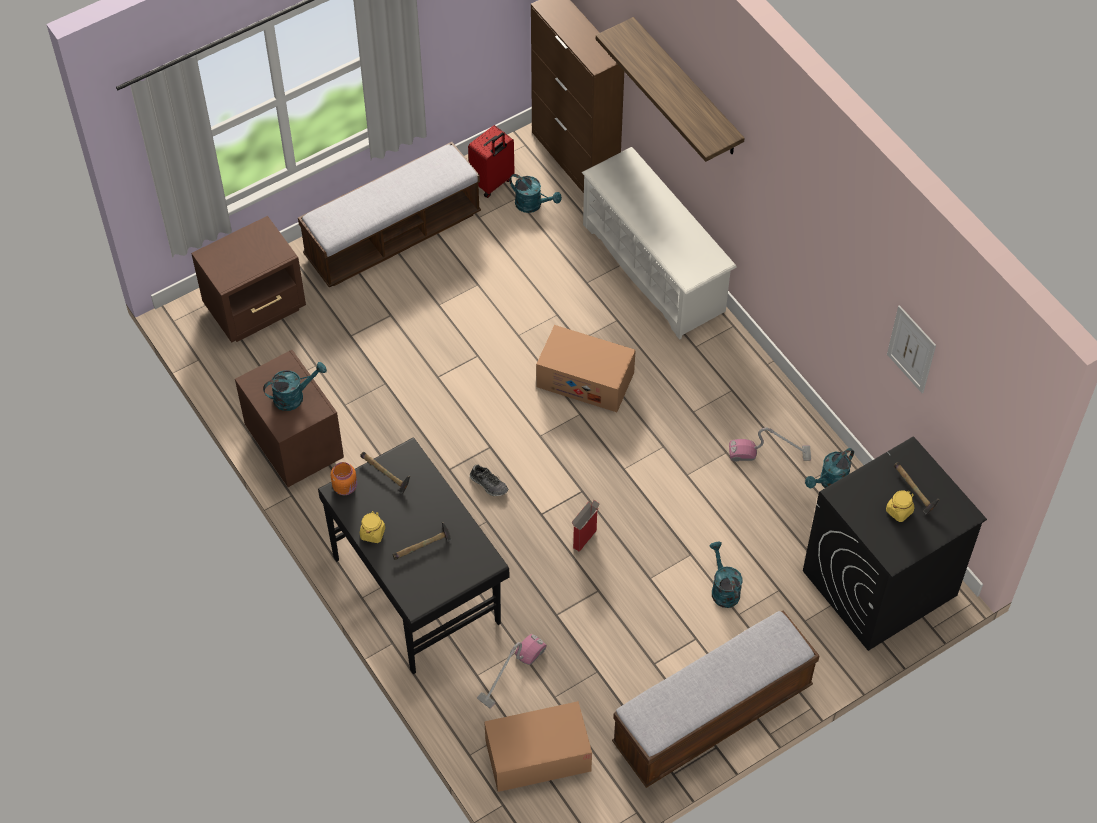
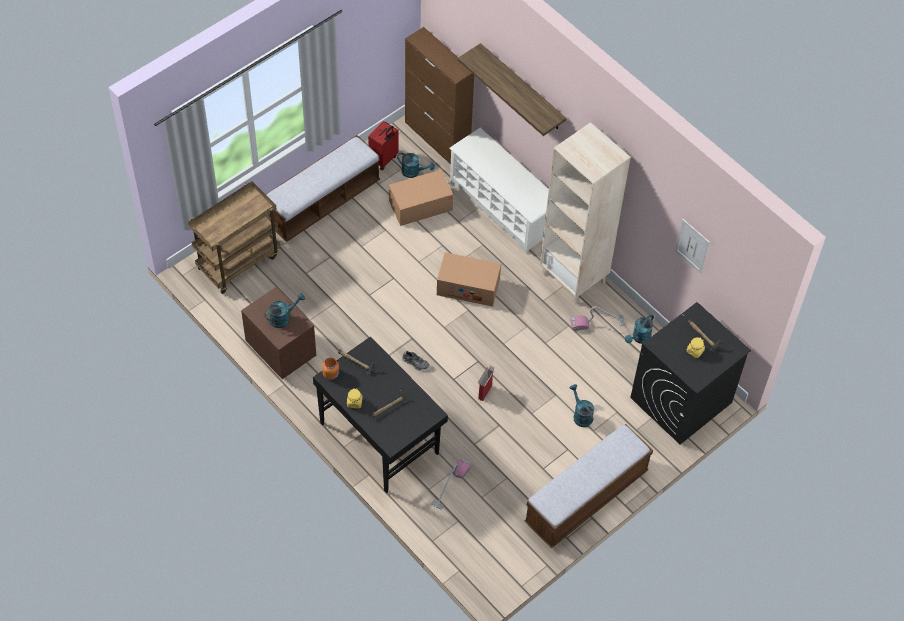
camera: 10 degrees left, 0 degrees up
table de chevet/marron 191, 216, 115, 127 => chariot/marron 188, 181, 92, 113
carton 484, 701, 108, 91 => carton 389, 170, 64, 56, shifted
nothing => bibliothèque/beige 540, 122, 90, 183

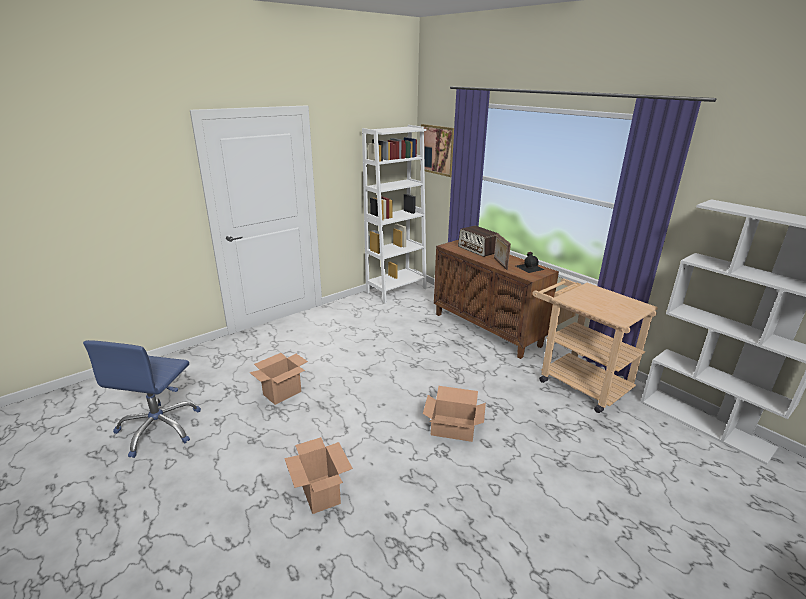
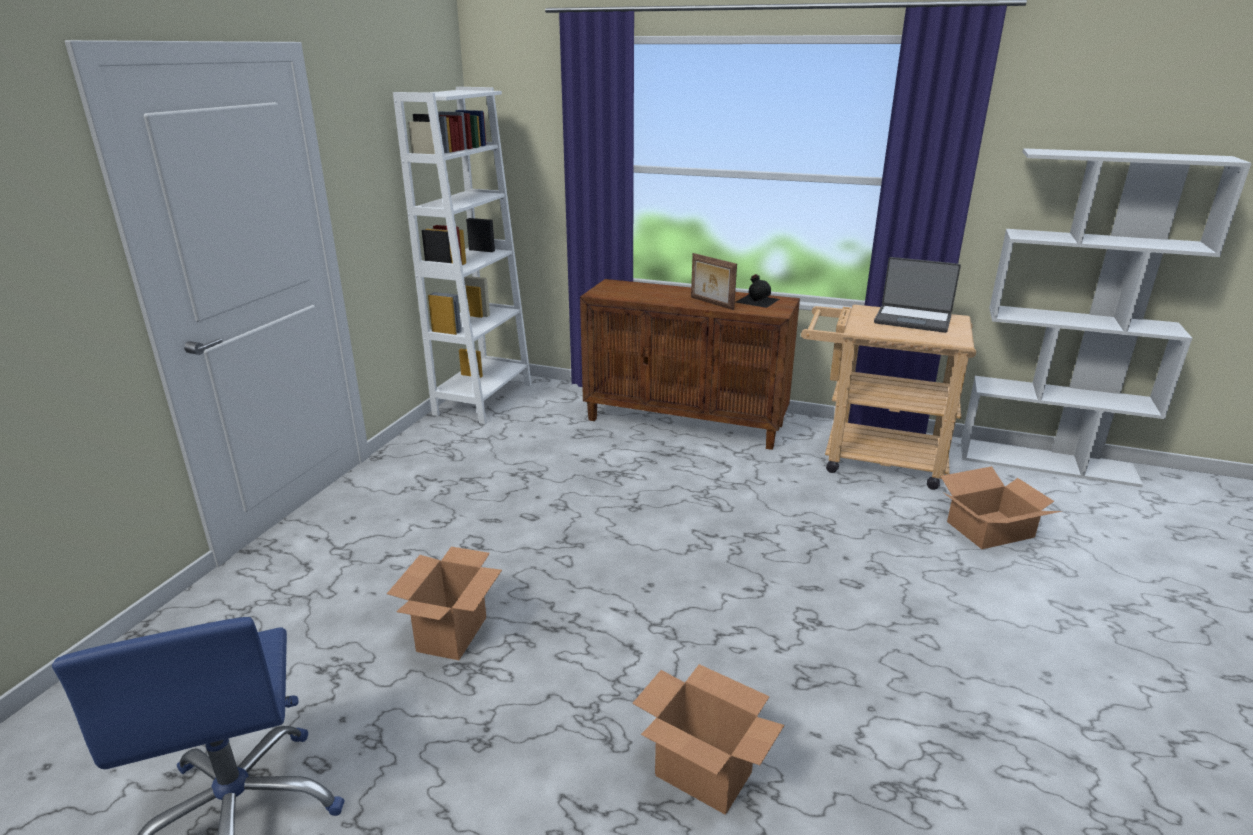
camera: 30 degrees left, 0 degrees up
nothing => ordinateur portable 874, 257, 87, 76
carton 423, 386, 63, 56 => carton 941, 466, 121, 83, shifted
tableau 421, 124, 33, 53 => nothing
radio 458, 225, 38, 32 => nothing

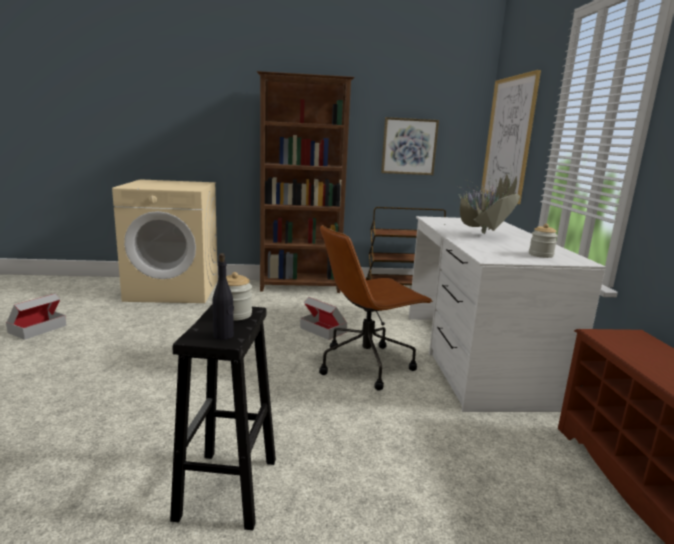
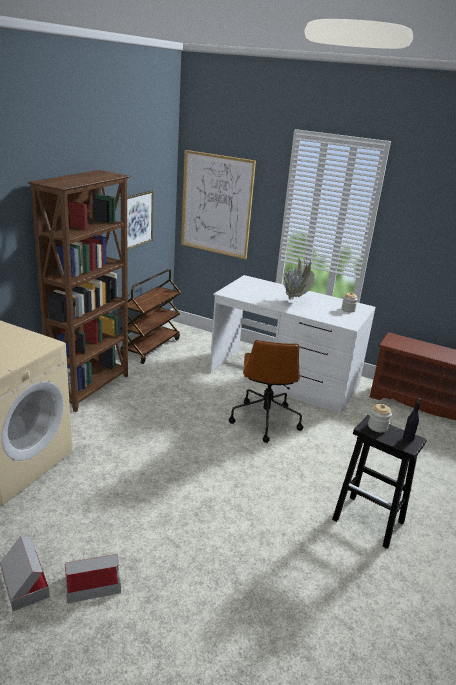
camera: 60 degrees left, 10 degrees up
carton 300, 297, 47, 43 => carton 65, 554, 56, 50, shifted

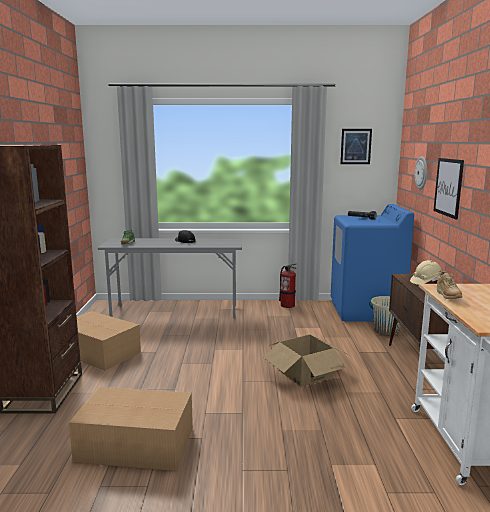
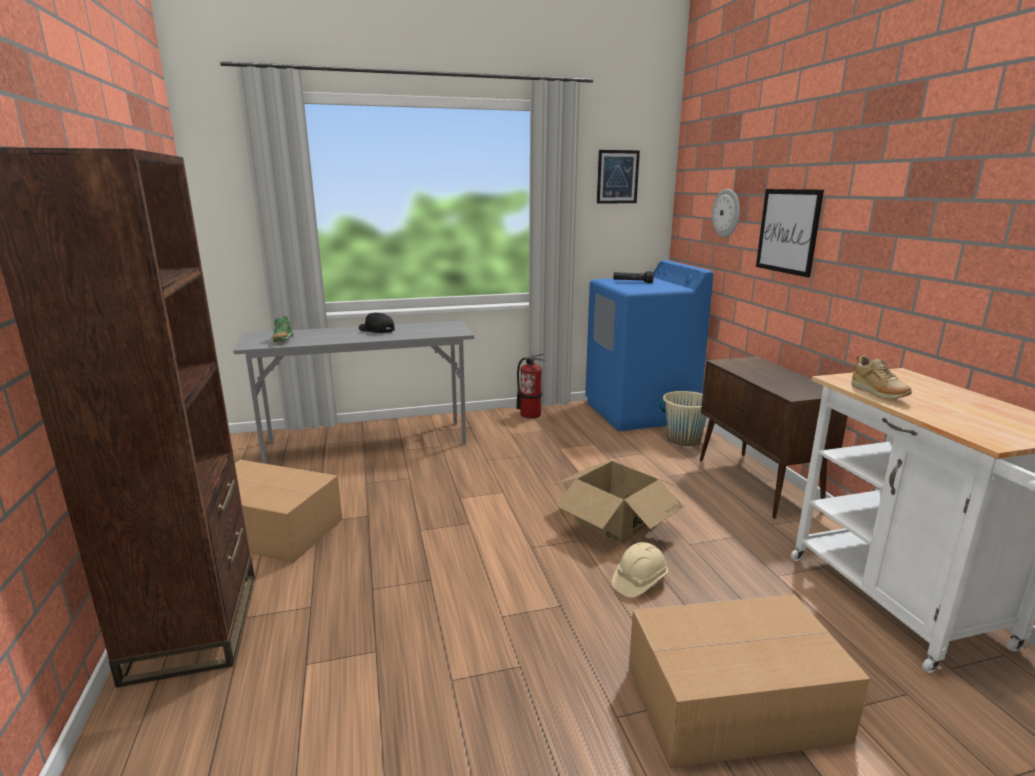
camera: 15 degrees left, 5 degrees up
casque de chantier/beige 410, 260, 32, 25 => casque de chantier/beige 612, 542, 56, 56, shifted
carton 69, 387, 124, 84 => carton 629, 594, 241, 174, shifted

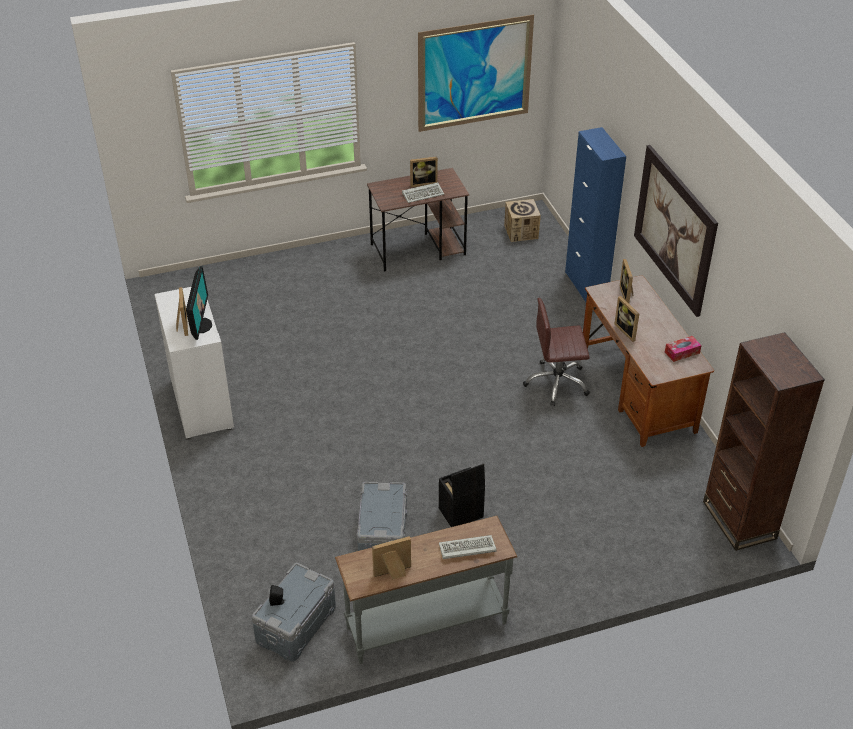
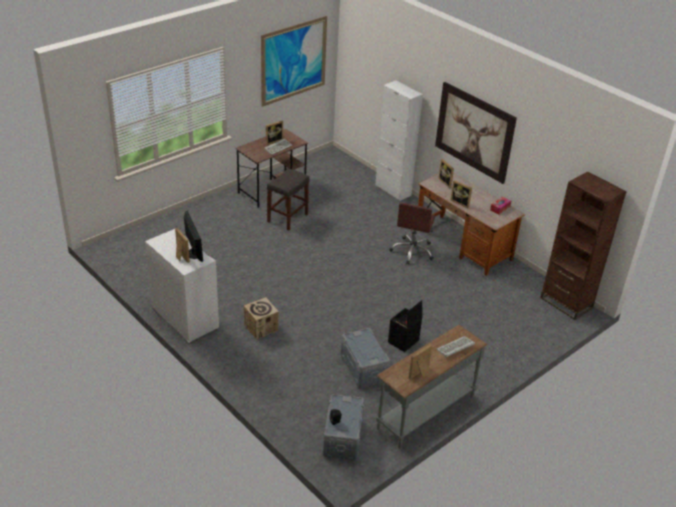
camera: 25 degrees left, 5 degrees down
carton 504, 199, 37, 43 => carton 244, 297, 35, 43, shifted
nothing => tabouret/gris 267, 168, 42, 63
meuble de rangement/bleu 565, 127, 61, 175 => meuble de rangement/blanc 375, 80, 48, 121
chaise de bureau/marron 523, 298, 67, 108 => chaise de bureau/marron 389, 203, 46, 61, 45 degrees counterclockwise

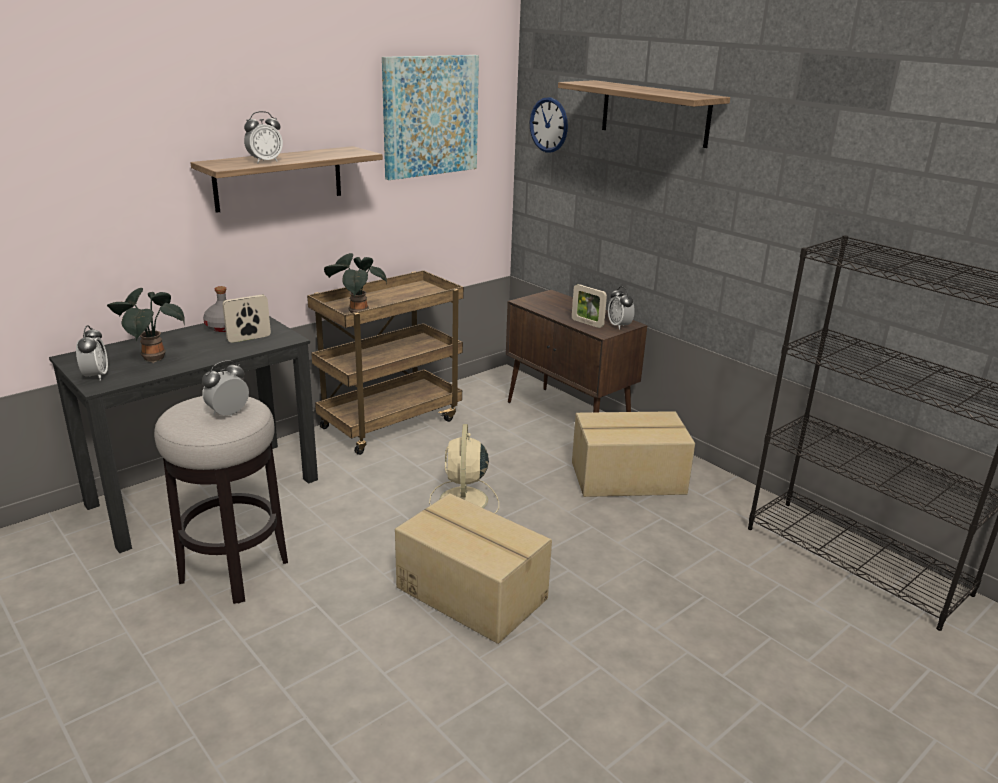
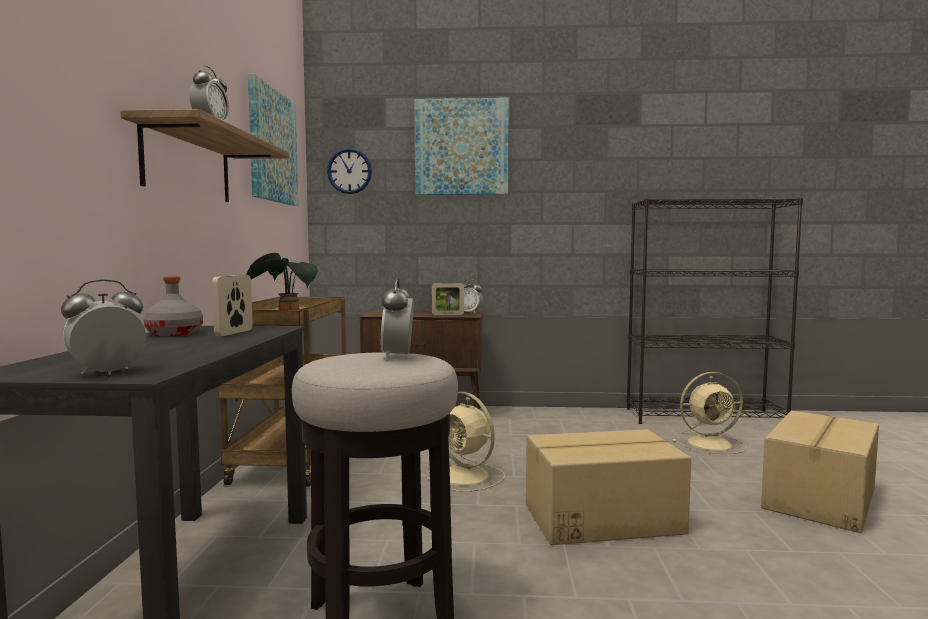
camera: 45 degrees left, 20 degrees down
réveil 76, 325, 32, 55 => réveil 61, 279, 85, 96, 75 degrees counterclockwise
étagère 558, 80, 172, 68 => tableau 415, 98, 94, 97
nothing => ventilateur/beige 673, 372, 74, 82
carton 572, 411, 123, 86 => carton 761, 411, 118, 122, shifted
plante en pot 107, 288, 78, 75 => nothing

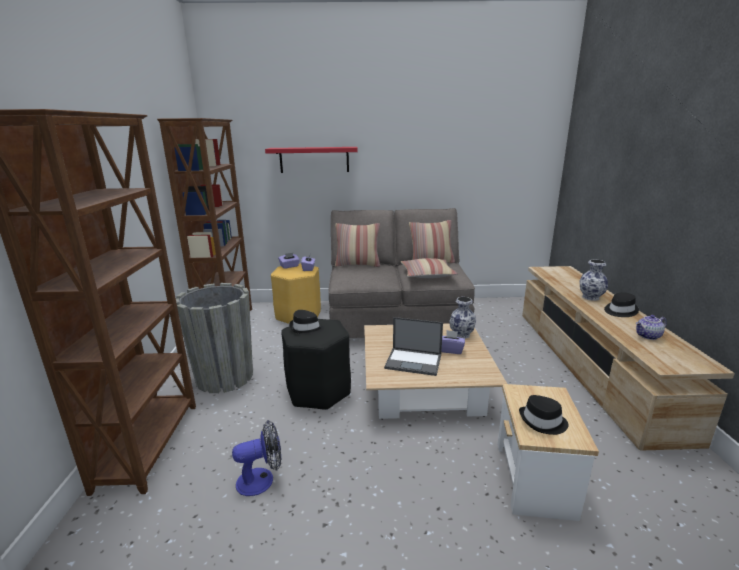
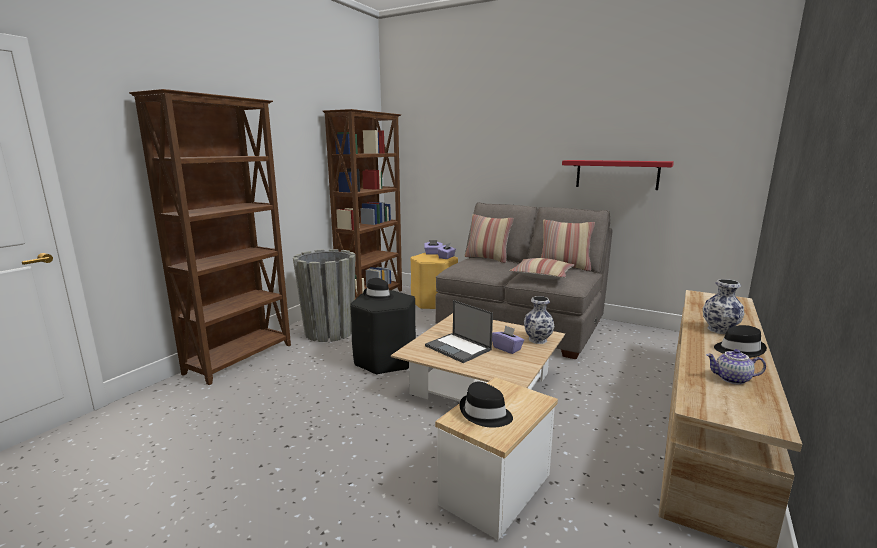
camera: 30 degrees right, 5 degrees down
étagère/rouge 265, 147, 93, 26 => étagère/rouge 562, 160, 112, 30, shifted
ventilateur 232, 420, 49, 76 => nothing

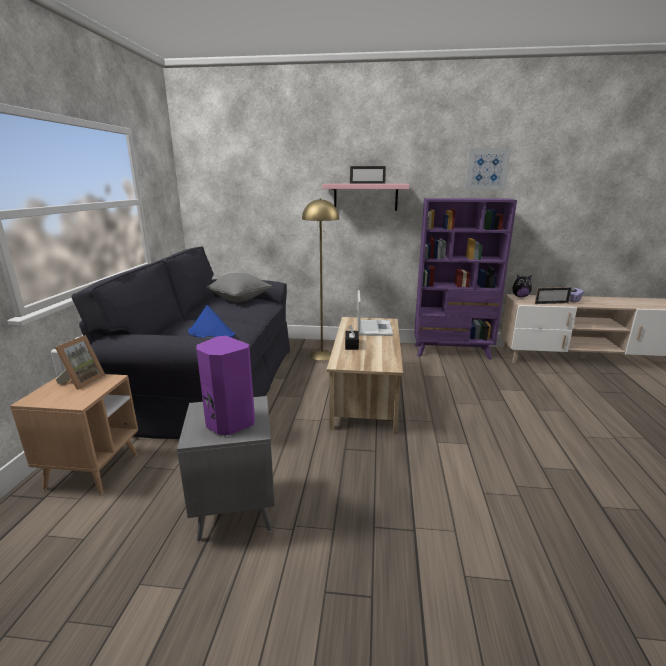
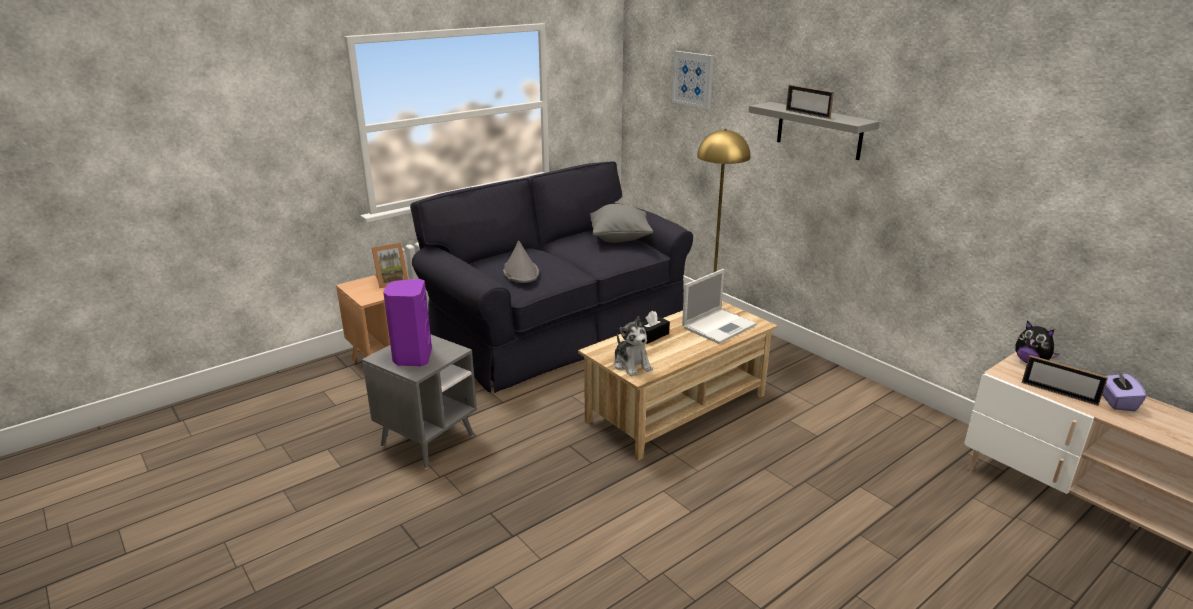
camera: 45 degrees right, 5 degrees up
chapeau/bleu 188, 305, 47, 33 => chapeau/gris 503, 240, 36, 43
nothing => peluche 614, 316, 39, 60
tableau 465, 148, 46, 42 => tableau 672, 51, 42, 58, shifted
étagère/rose 322, 184, 87, 27 => étagère/gris 749, 102, 130, 58
bibliothèque/violet 414, 198, 103, 162 => nothing

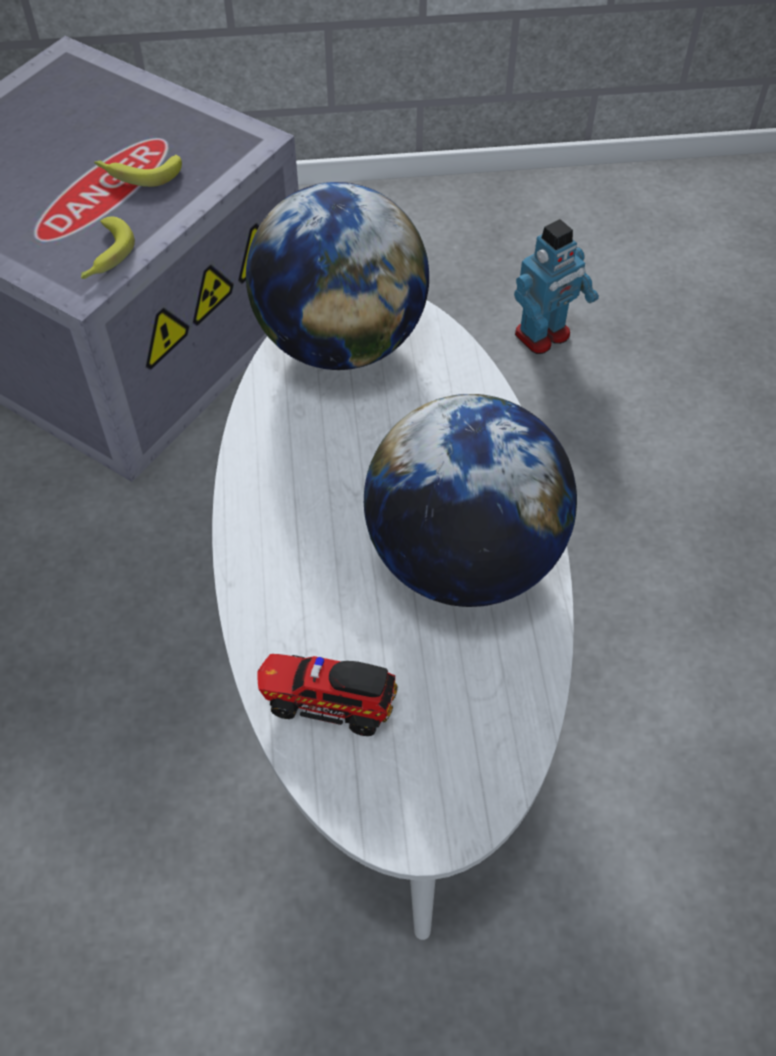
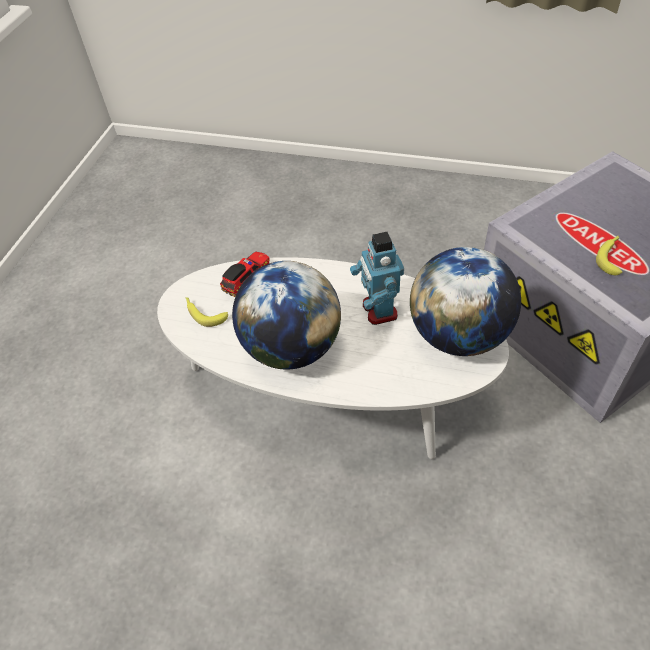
camera: 115 degrees right, 5 degrees down
banane 81, 217, 54, 62 => banane 185, 297, 43, 30, shifted
robot jouet 514, 219, 85, 135 => robot jouet 350, 232, 54, 93, shifted

